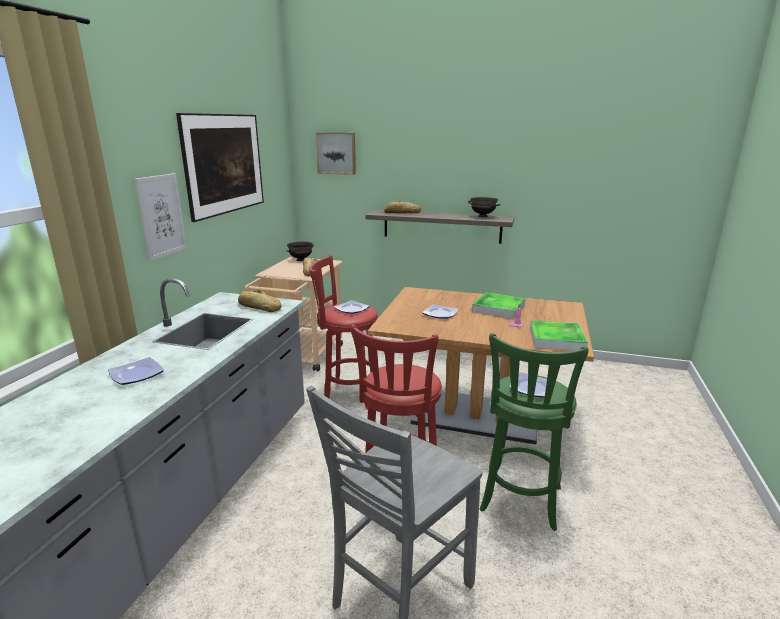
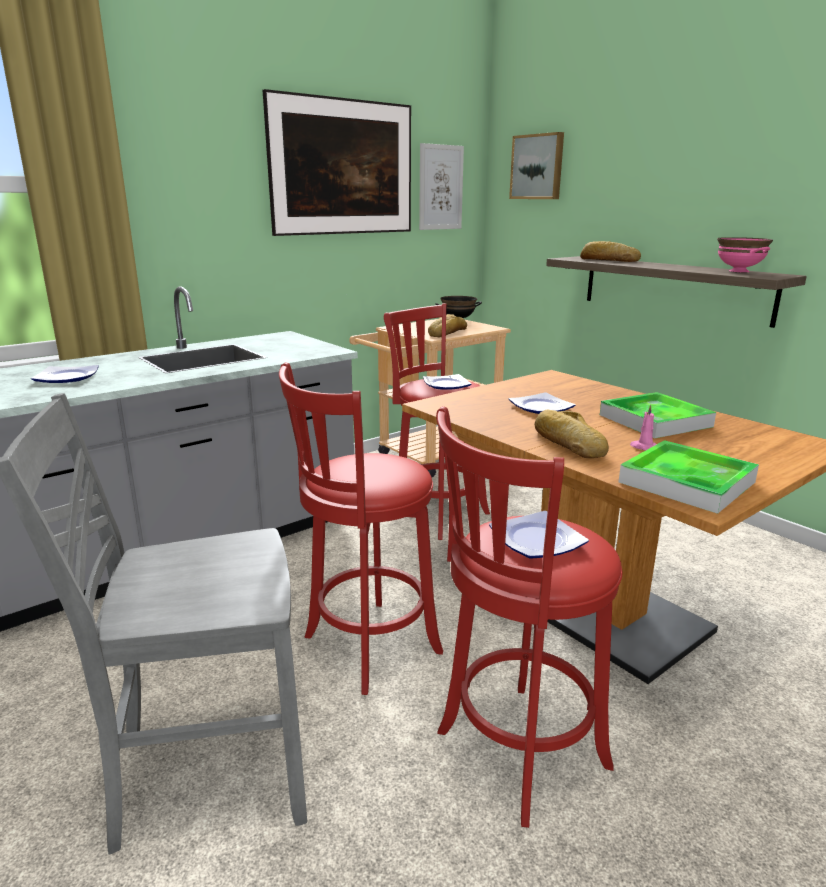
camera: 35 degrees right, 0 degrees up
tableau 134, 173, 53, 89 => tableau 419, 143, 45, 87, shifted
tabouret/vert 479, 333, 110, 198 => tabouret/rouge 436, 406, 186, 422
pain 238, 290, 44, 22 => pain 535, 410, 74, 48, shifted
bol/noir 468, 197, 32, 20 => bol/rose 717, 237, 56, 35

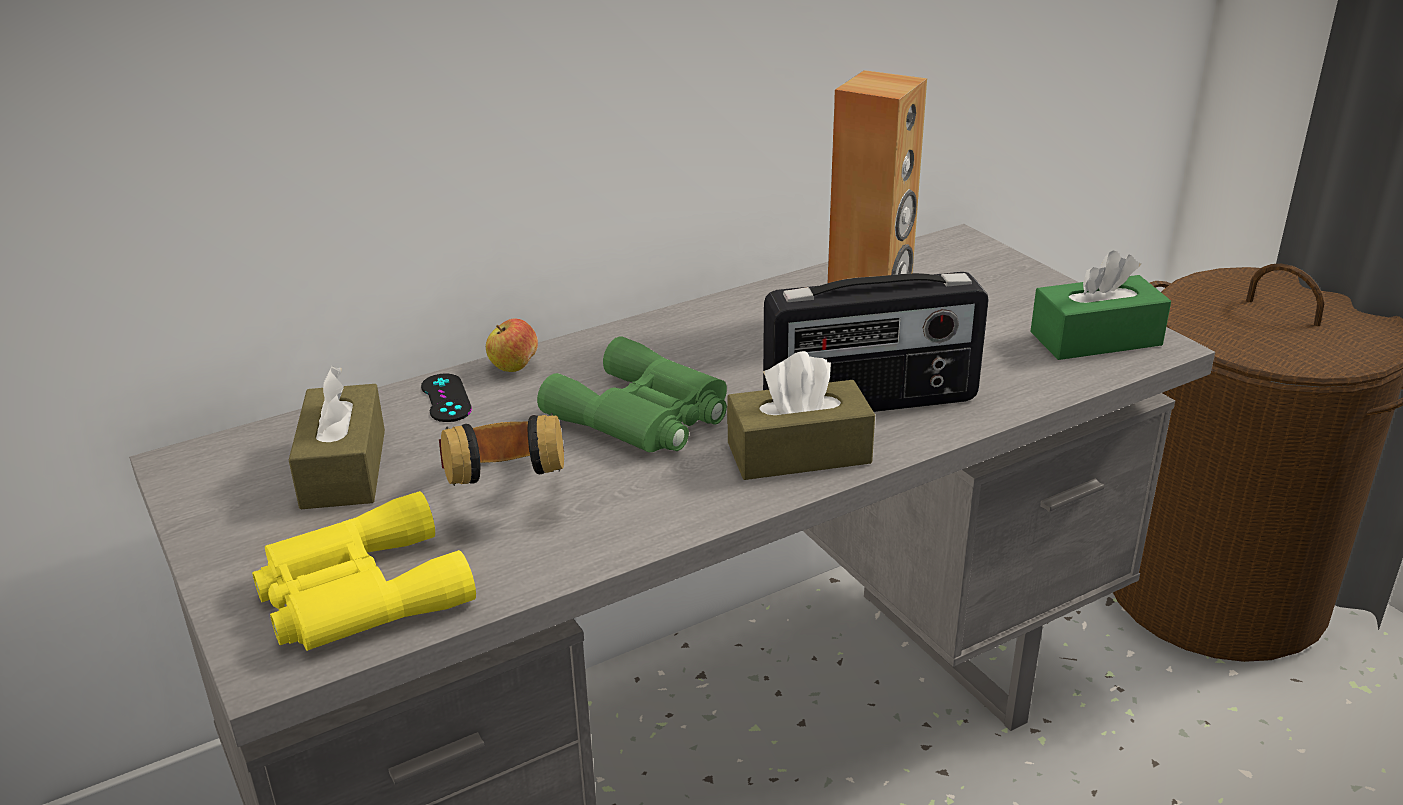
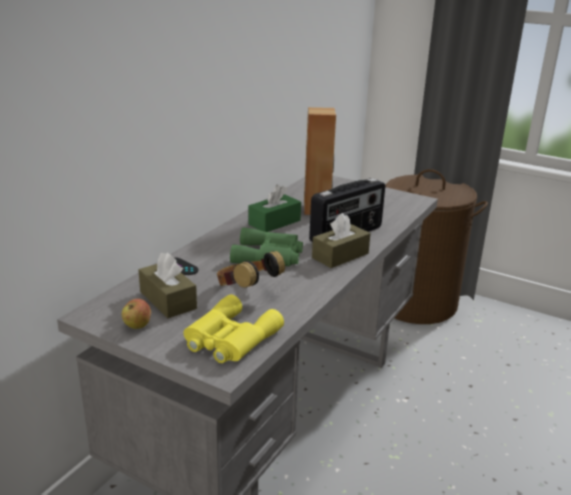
camera: 30 degrees left, 5 degrees down
pomme 486, 318, 52, 54 => pomme 122, 299, 29, 30, shifted
boîte à mouchoirs/vert 1030, 251, 141, 109 => boîte à mouchoirs/vert 249, 185, 52, 47, shifted

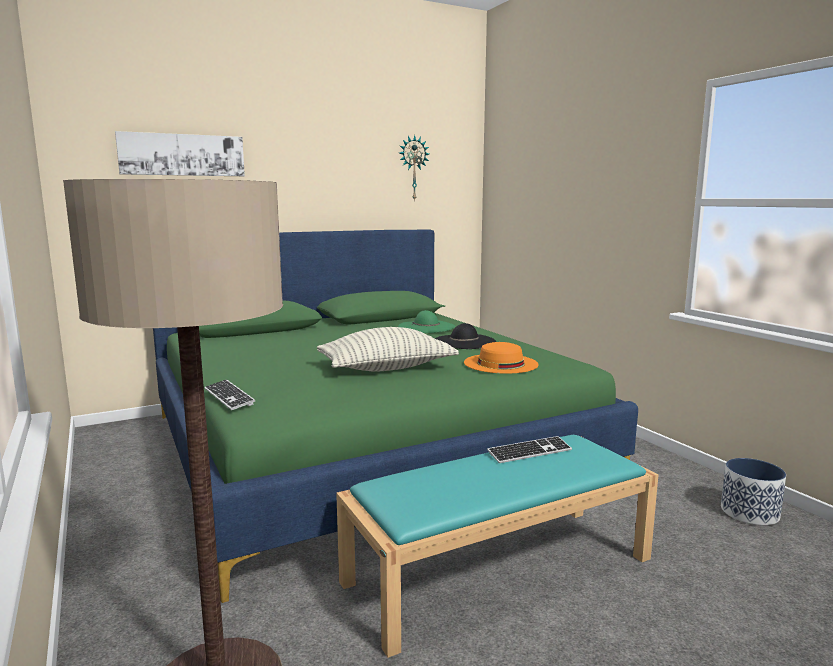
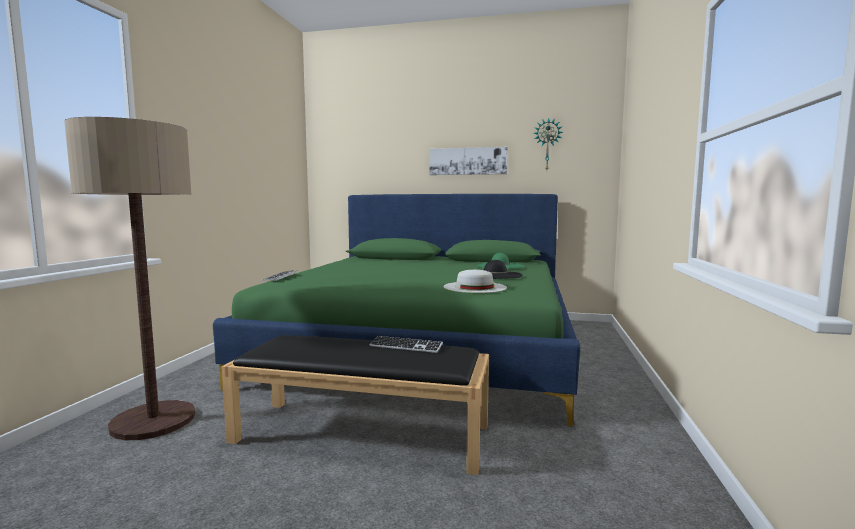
camera: 40 degrees right, 5 degrees down
banc/turquoise 336, 435, 323, 223 => banc/noir 222, 335, 267, 140
tableau 115, 131, 130, 45 => tableau 430, 147, 78, 28, shifted
chapeau/orange 464, 342, 75, 32 => chapeau/blanc 444, 270, 63, 23
coussin 317, 327, 142, 45 => nothing
cache-pot 721, 458, 65, 67 => nothing

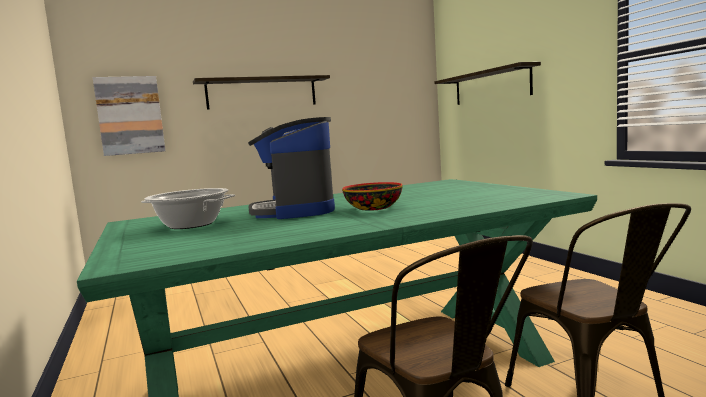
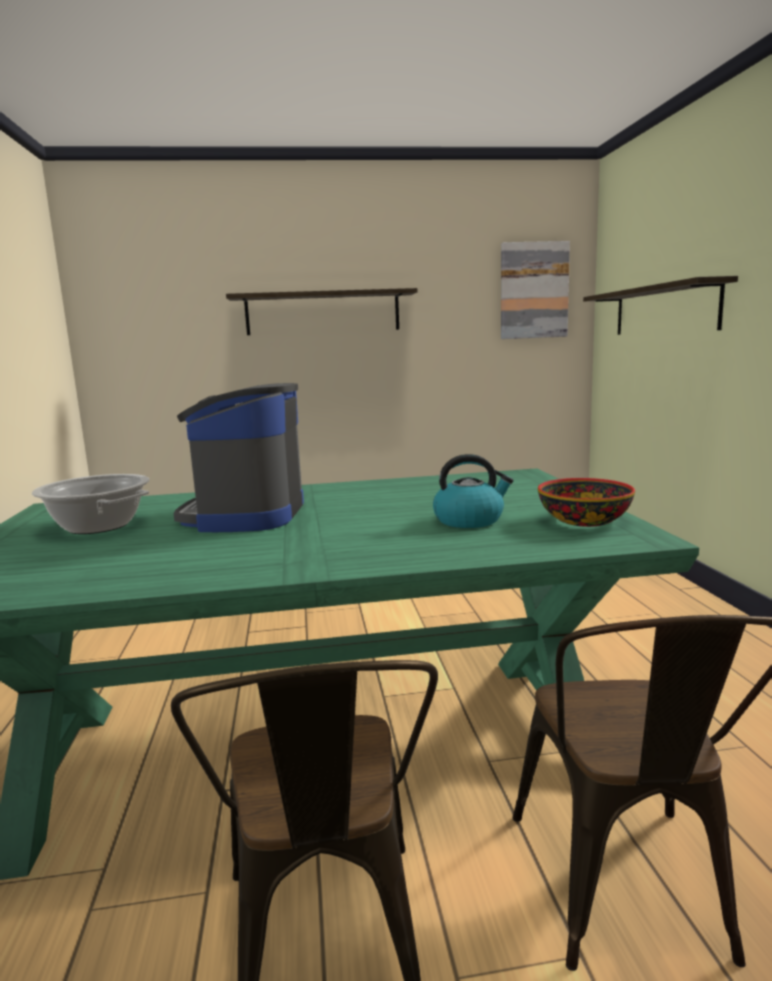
camera: 15 degrees right, 5 degrees up
nothing => bouilloire 433, 454, 81, 74
tableau 93, 76, 73, 80 => tableau 501, 241, 69, 98, shifted
bol 342, 182, 61, 29 => bol 538, 478, 97, 49, shifted

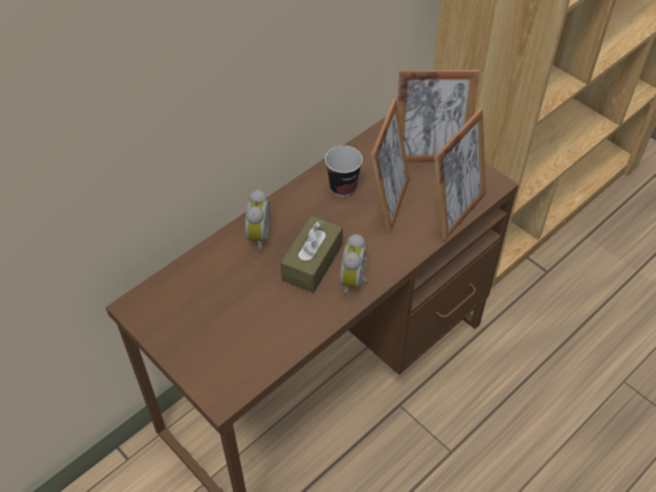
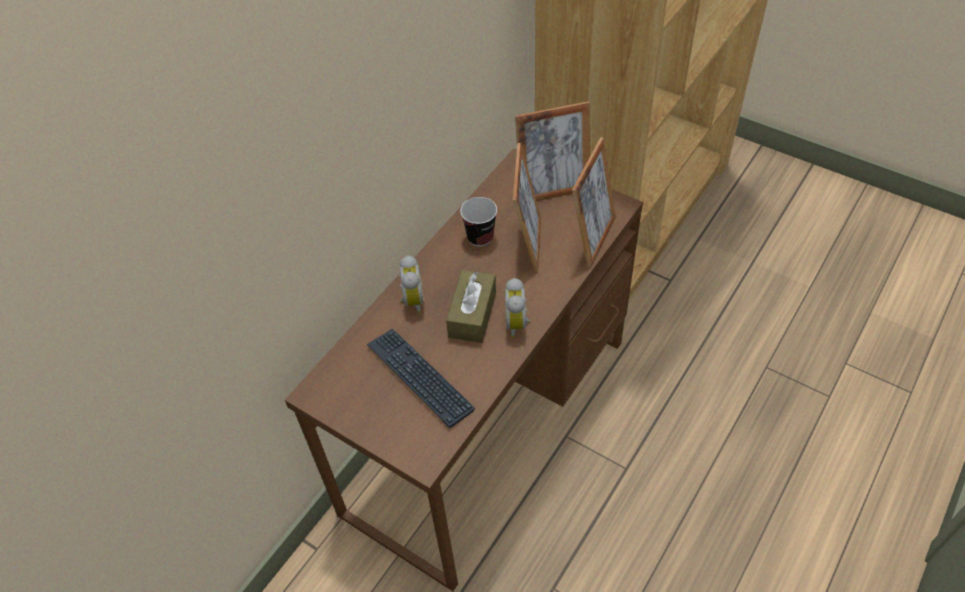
camera: 10 degrees left, 0 degrees up
nothing => clavier 367, 328, 108, 100

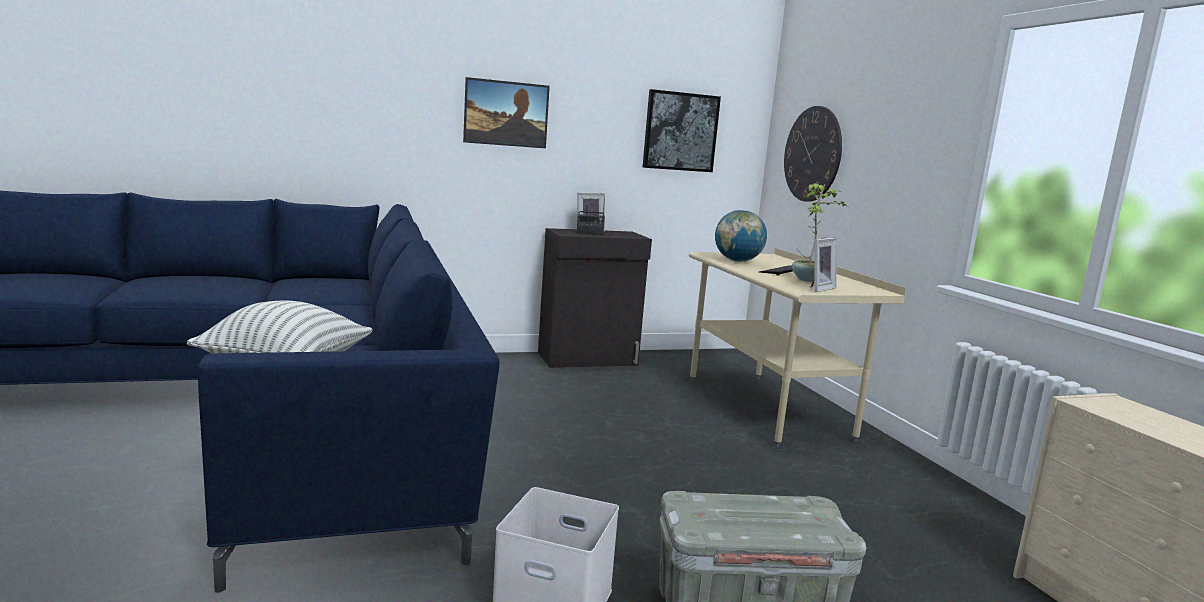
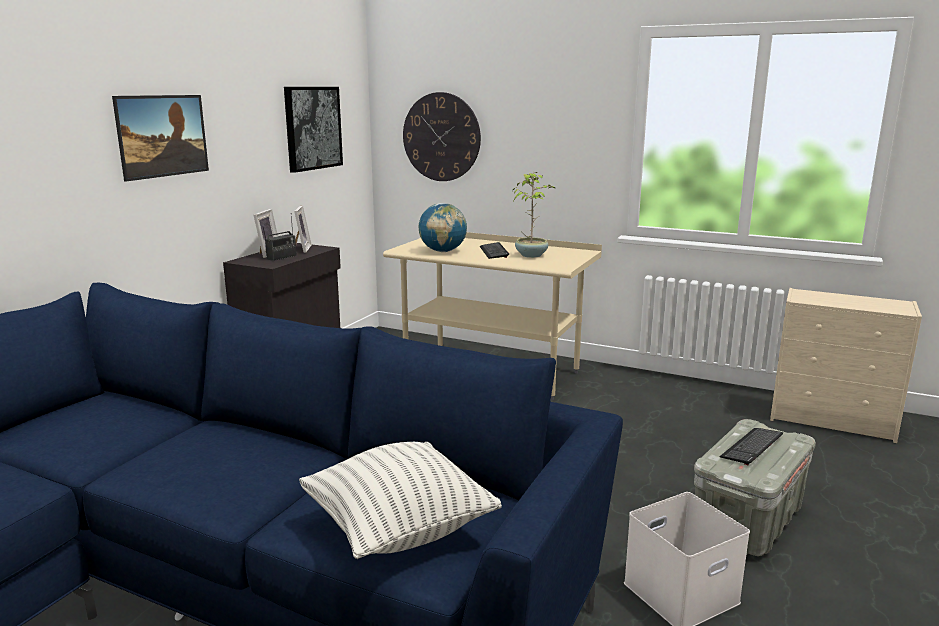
camera: 45 degrees left, 5 degrees up
cadre photo 810, 238, 27, 54 => cadre photo 294, 205, 18, 48, shifted
nothing => clavier 719, 428, 64, 37

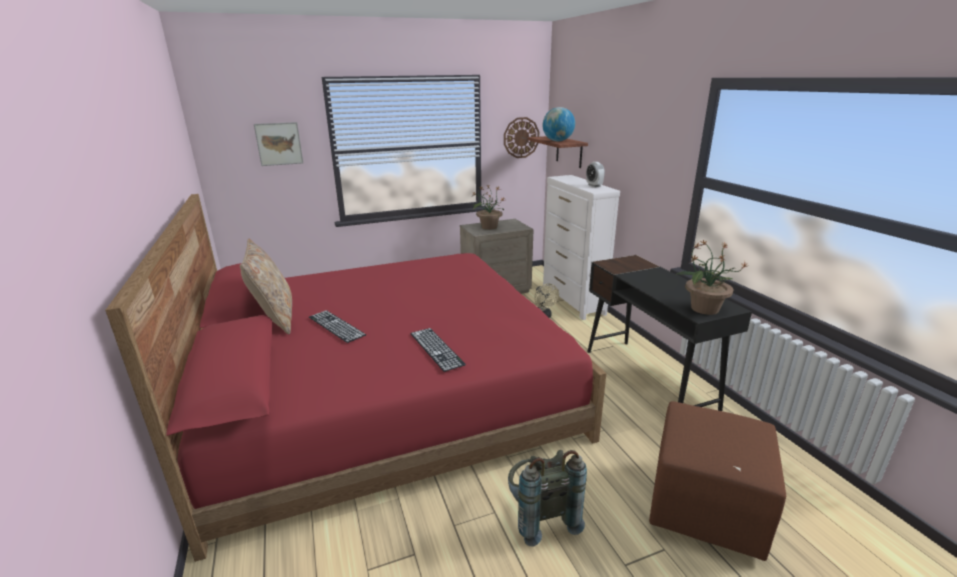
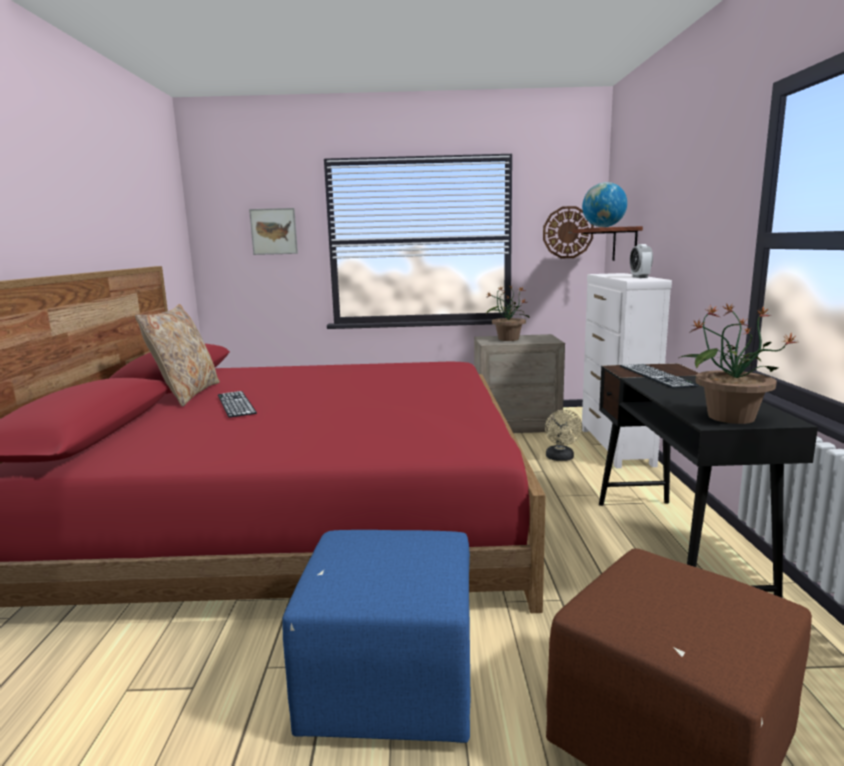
camera: 20 degrees right, 10 degrees down
sac à dos/gris 508, 450, 79, 96 => pouf/bleu 282, 530, 189, 213
clavier 410, 328, 56, 44 => clavier 620, 364, 79, 24, shifted

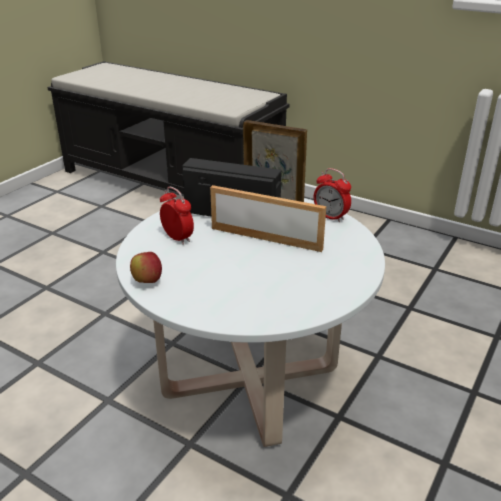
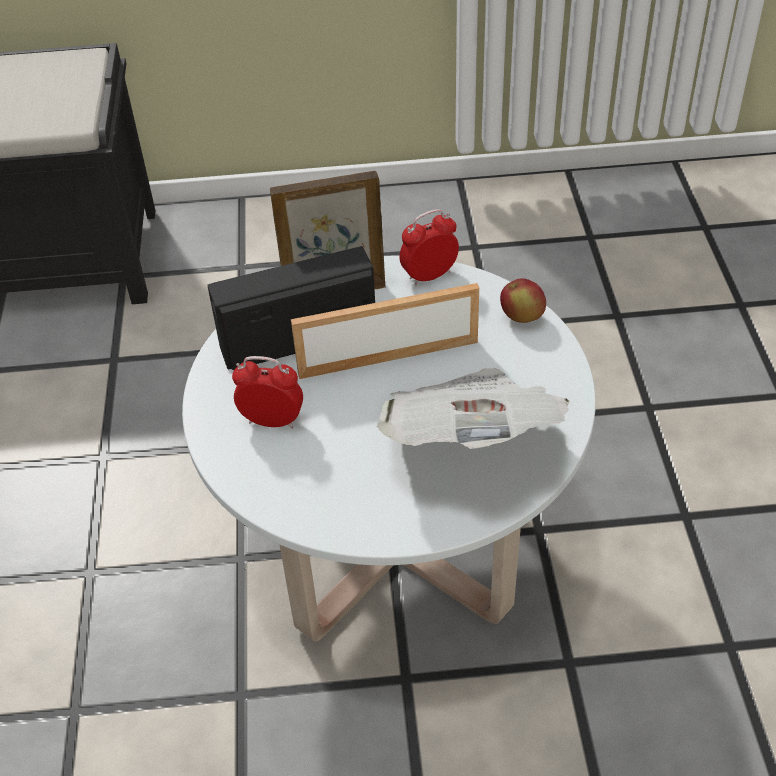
camera: 35 degrees left, 15 degrees up
nothing => journal 377, 368, 194, 81
réveil 314, 168, 37, 54 => réveil 399, 209, 60, 76, 150 degrees clockwise
pomme 130, 252, 32, 31 => pomme 500, 278, 46, 45, shifted

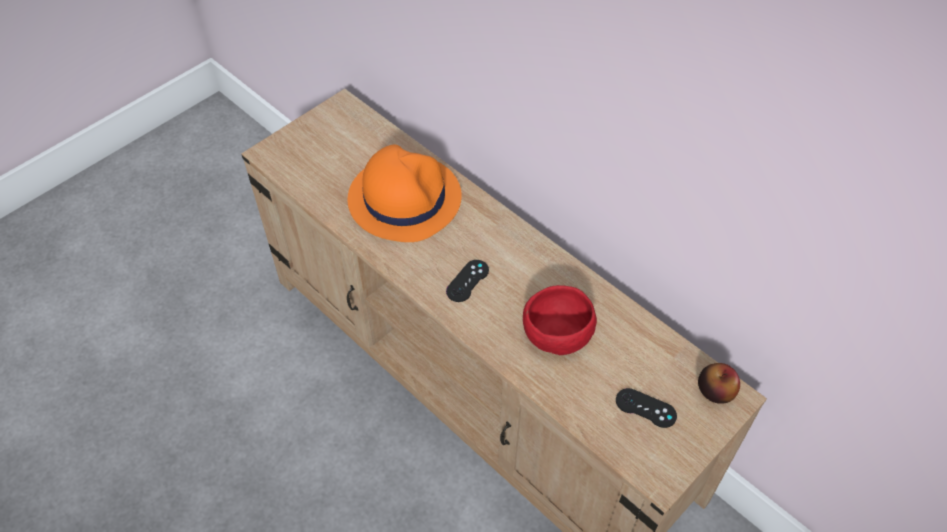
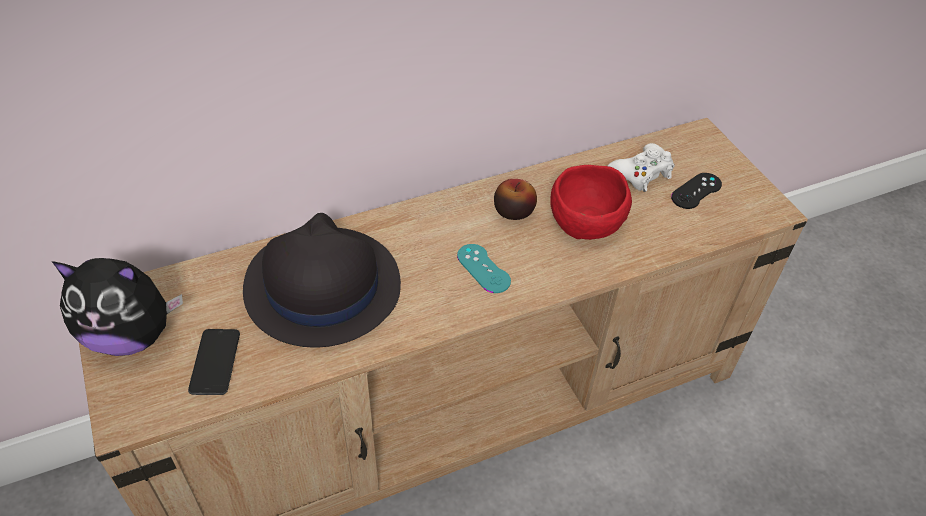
camera: 70 degrees left, 5 degrees down
nothing => peluche 51, 258, 132, 98
nothing => téléphone 188, 329, 52, 66
chapeau/orange 347, 144, 115, 98 => chapeau/noir 243, 213, 158, 134
manette/noir 446, 260, 43, 42 => manette/turquoise 457, 244, 54, 49
pomme 698, 363, 42, 41 => pomme 494, 179, 43, 41, shifted
nothing => manette/blanc 608, 143, 66, 49

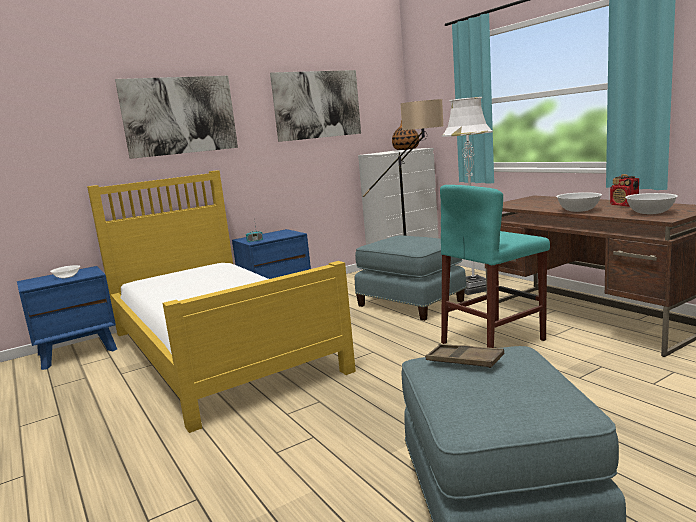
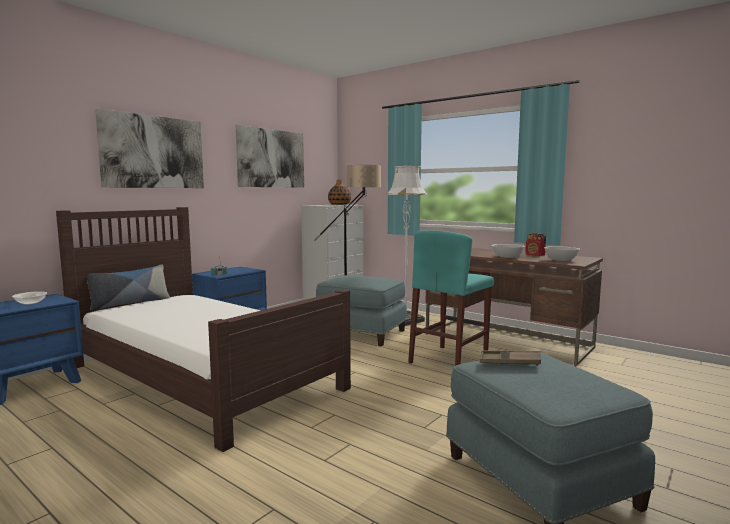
camera: 20 degrees left, 5 degrees down
lit/jaune 87, 170, 269, 263 => lit/marron 56, 207, 295, 245
nothing => coussin 87, 264, 83, 47

